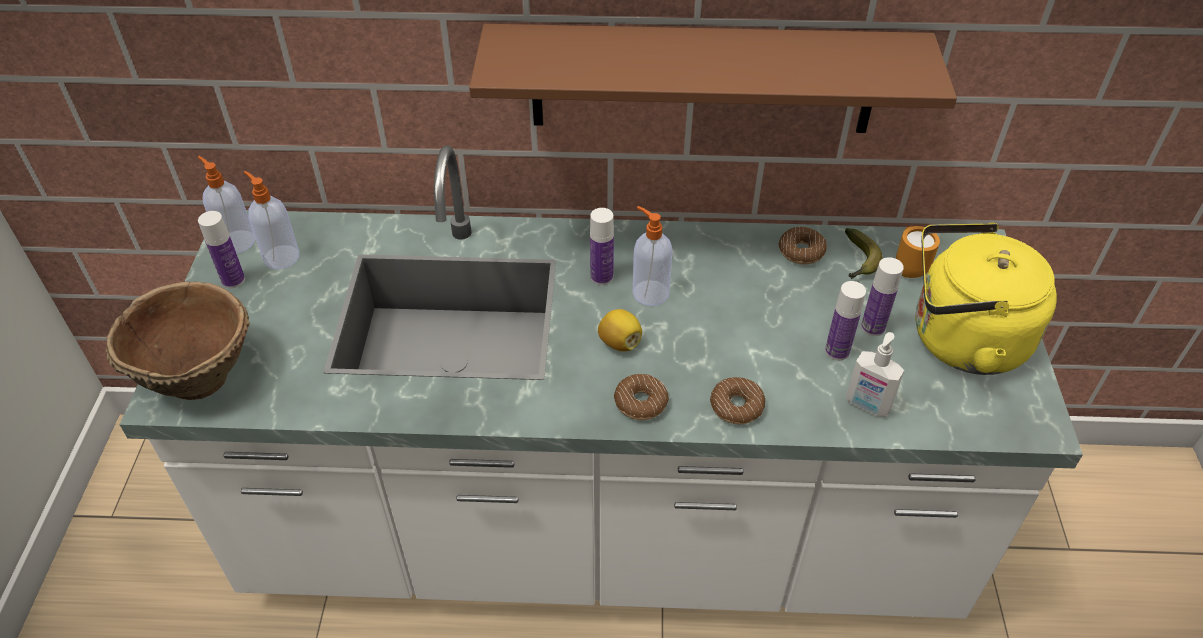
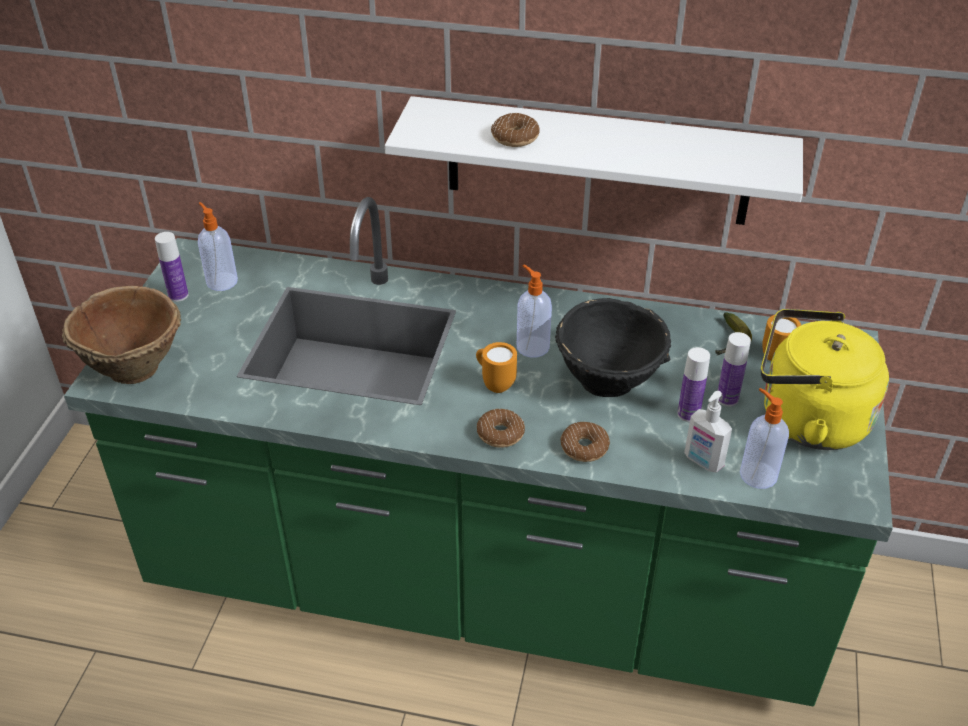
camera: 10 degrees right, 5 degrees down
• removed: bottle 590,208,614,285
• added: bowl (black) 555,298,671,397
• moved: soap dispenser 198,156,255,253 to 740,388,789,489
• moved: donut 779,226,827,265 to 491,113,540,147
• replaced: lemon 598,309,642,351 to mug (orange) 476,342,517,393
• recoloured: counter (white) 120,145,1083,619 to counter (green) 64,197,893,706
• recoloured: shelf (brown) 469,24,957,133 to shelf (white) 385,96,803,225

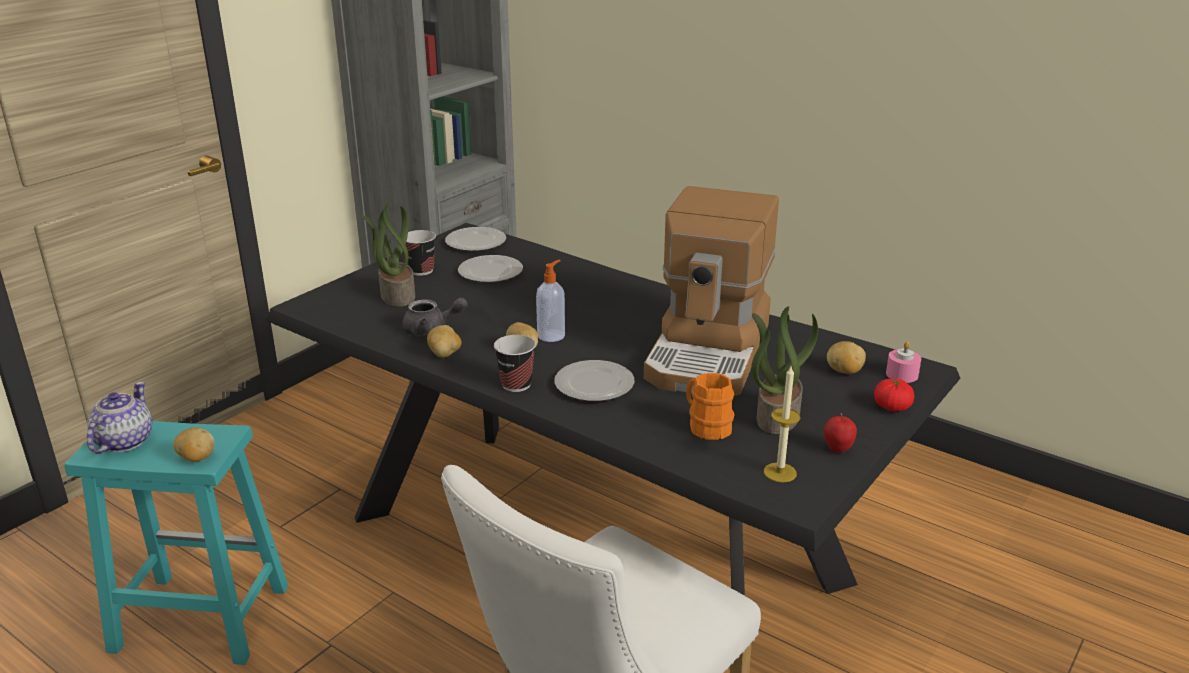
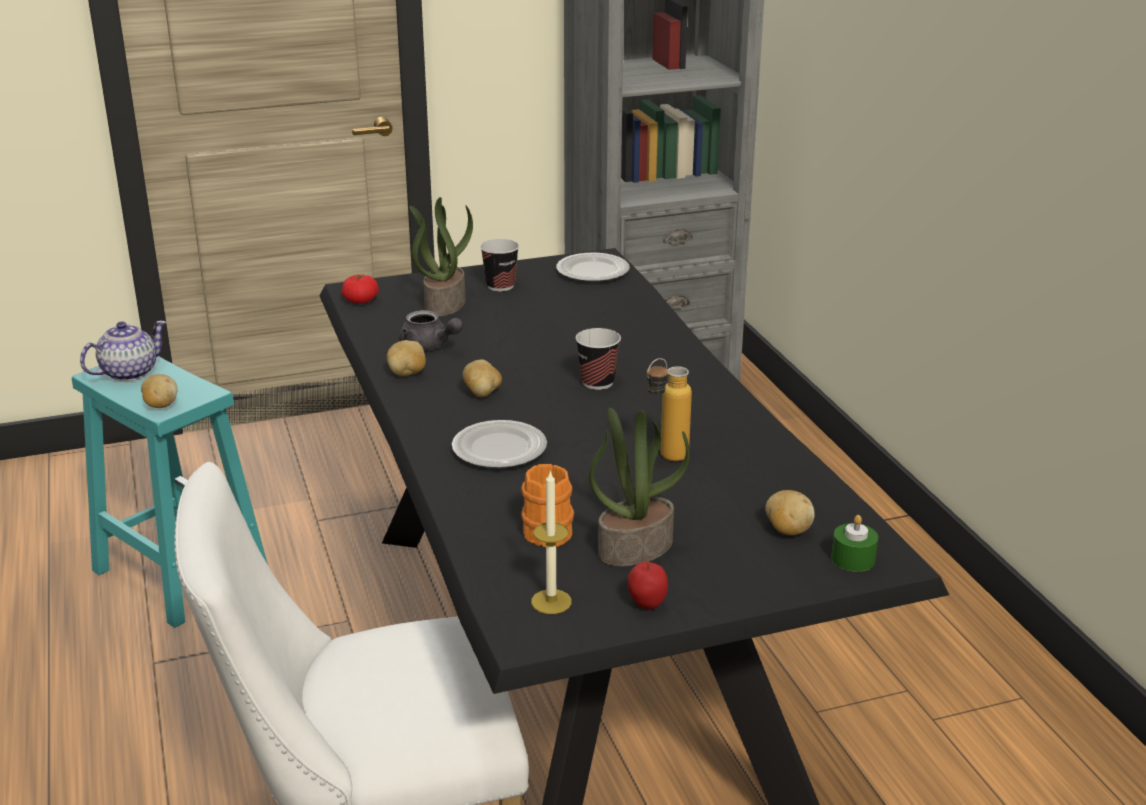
camera: 35 degrees right, 0 degrees up
• removed: plate 458,255,523,282
• removed: soap dispenser 536,260,565,342
• moved: cup 494,335,536,392 to 575,328,621,390
• moved: tomato 874,379,914,411 to 342,274,379,304
• replaced: coffee machine 644,186,779,396 to bottle 646,358,692,461
• recoloured: candle (pink) 886,341,921,383 to candle (green) 831,515,878,572

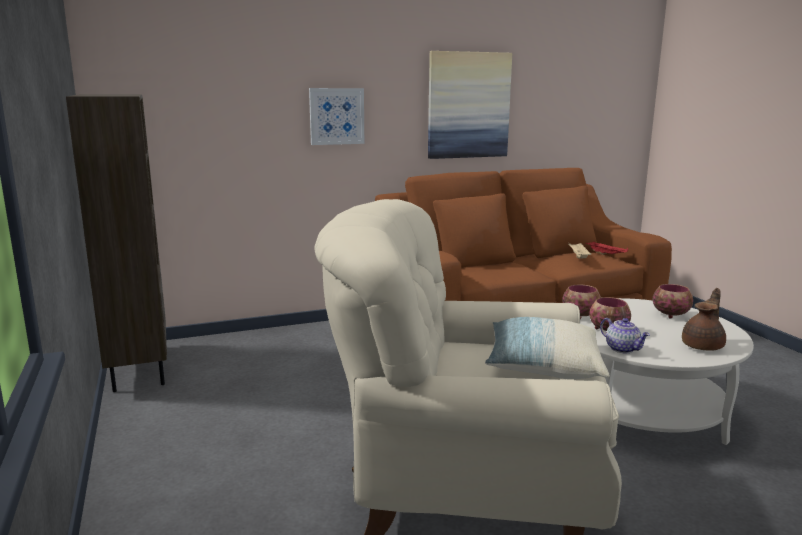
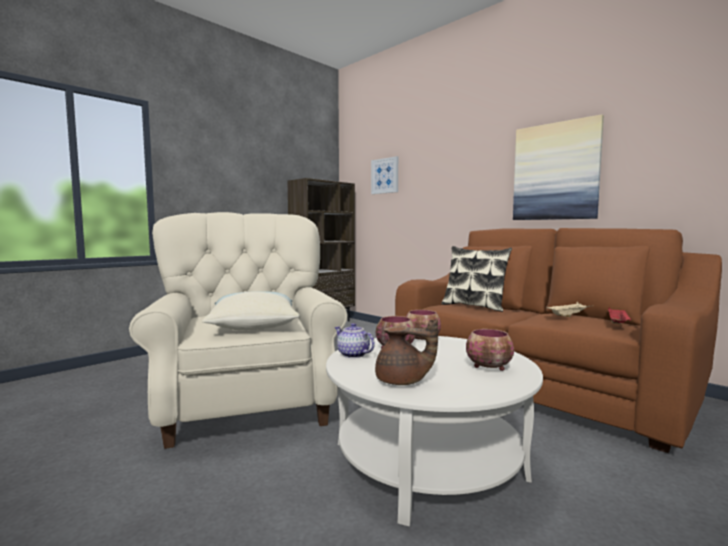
camera: 65 degrees right, 10 degrees down
• added: pillow 441,246,512,312
• moved: picture 309,88,364,145 to 371,156,398,194
• turned: teapot 600,318,650,353 = 335,323,375,358 105 degrees clockwise

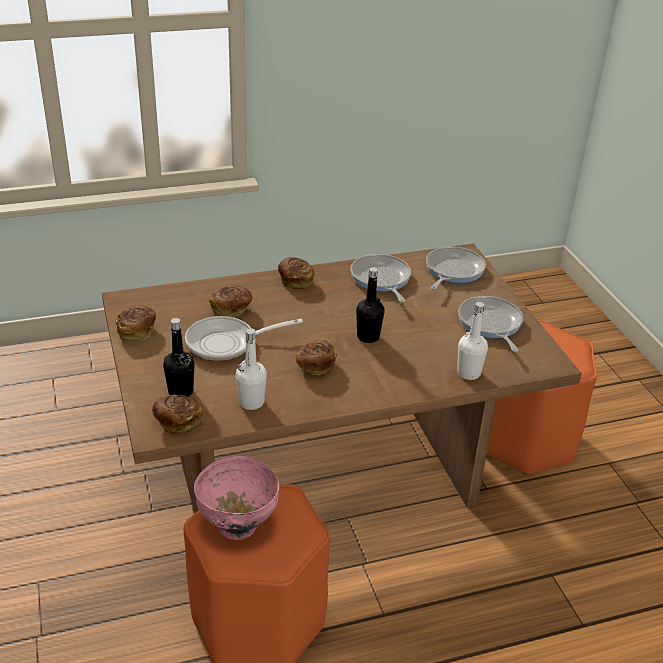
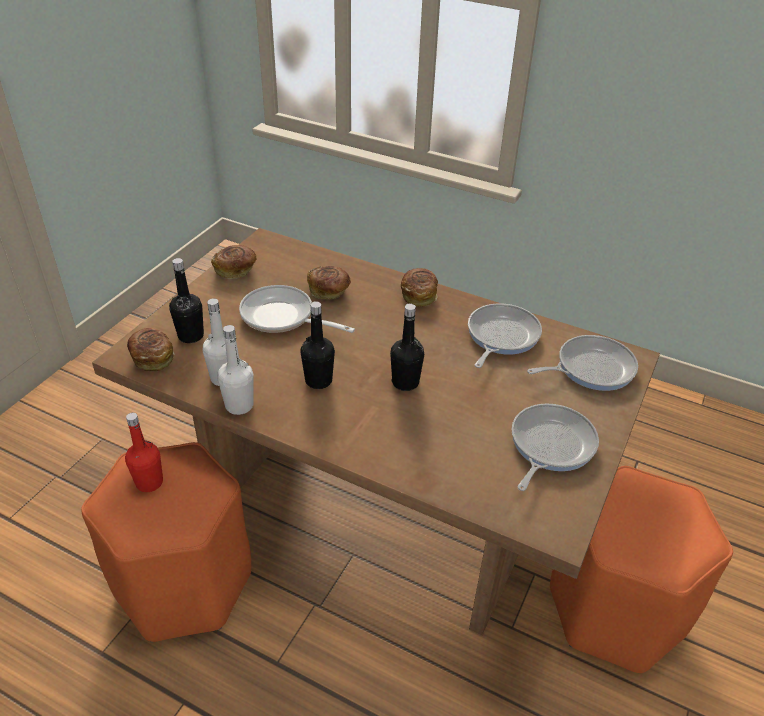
camera: 45 degrees right, 5 degrees up
• moved: bottle (white) 457,302,488,380 to 217,325,254,415
• replaced: bowl (pink) 194,456,280,540 to bottle (red) 125,413,163,492
• replaced: bread 296,340,337,376 to bottle (black) 301,301,335,389

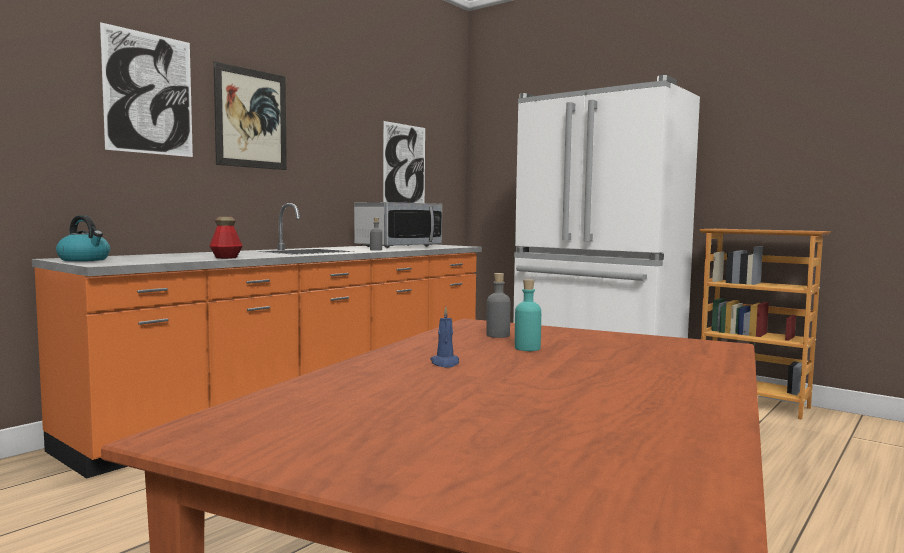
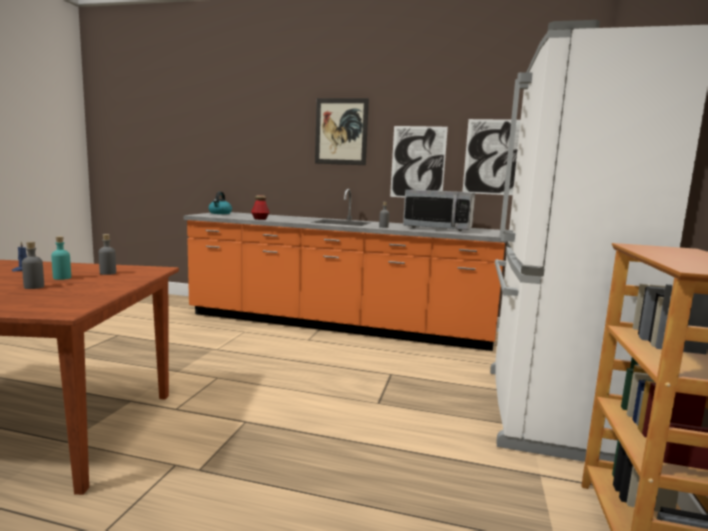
camera: 65 degrees right, 5 degrees up
• added: bottle (grey) 22,242,44,289
• moved: picture 100,22,193,157 to 390,126,448,198

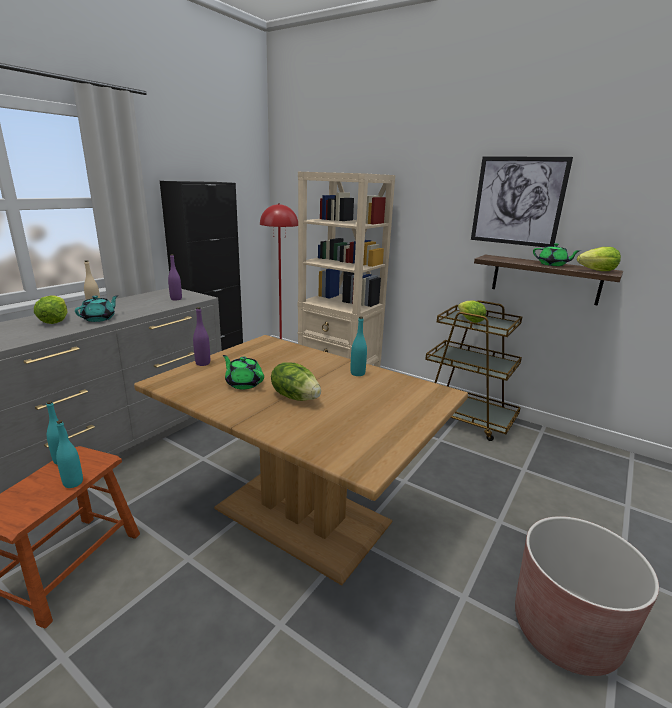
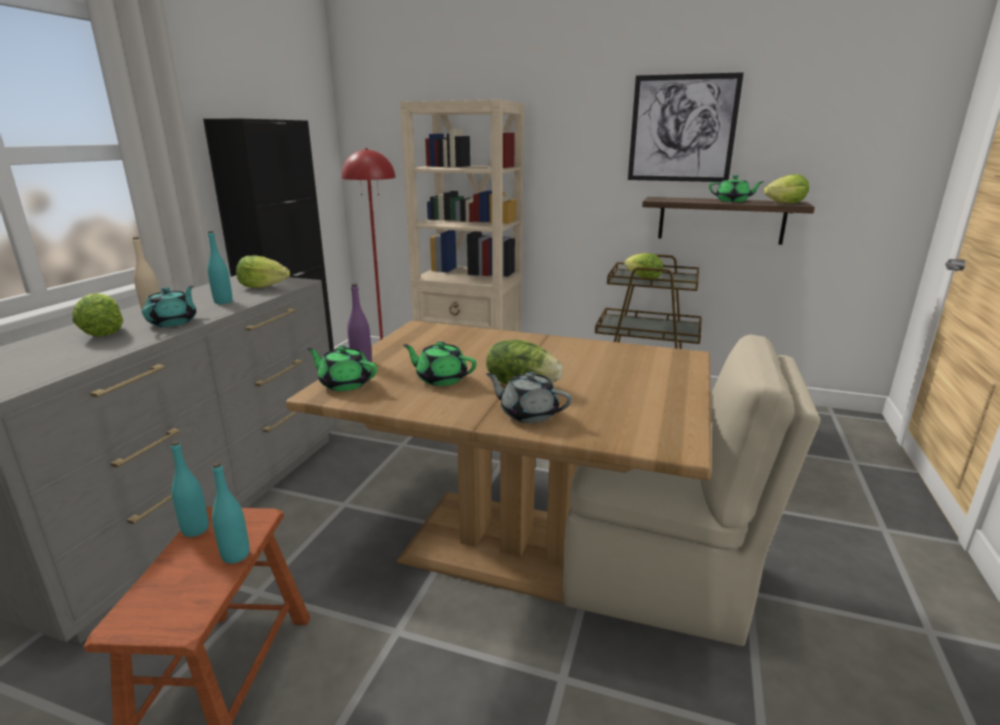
camera: 15 degrees left, 0 degrees up
• removed: planter (brown) 515,516,659,676
• added: teapot (green) 307,346,377,391
• added: teapot (grey) 486,372,572,423
• added: chair (beige) 563,335,821,646
• moved: bottle (turquoise) 351,316,367,376 to 208,231,233,304
• replaced: bottle (purple) 168,254,182,300 to lettuce 236,255,290,288

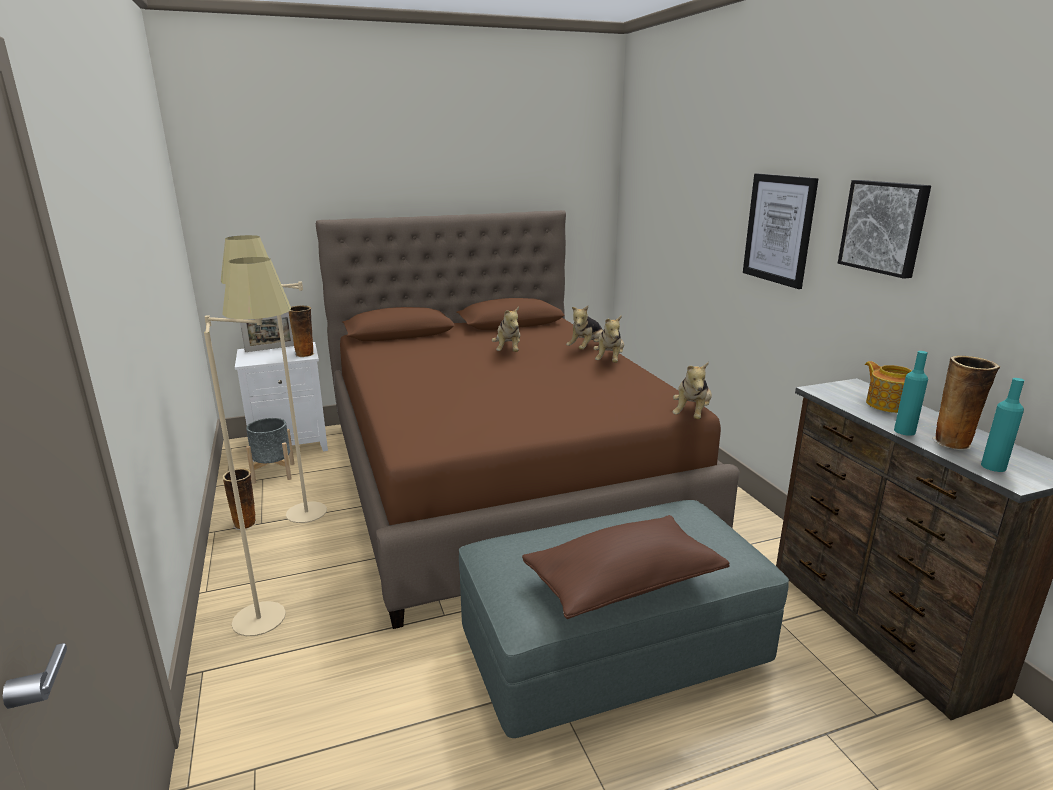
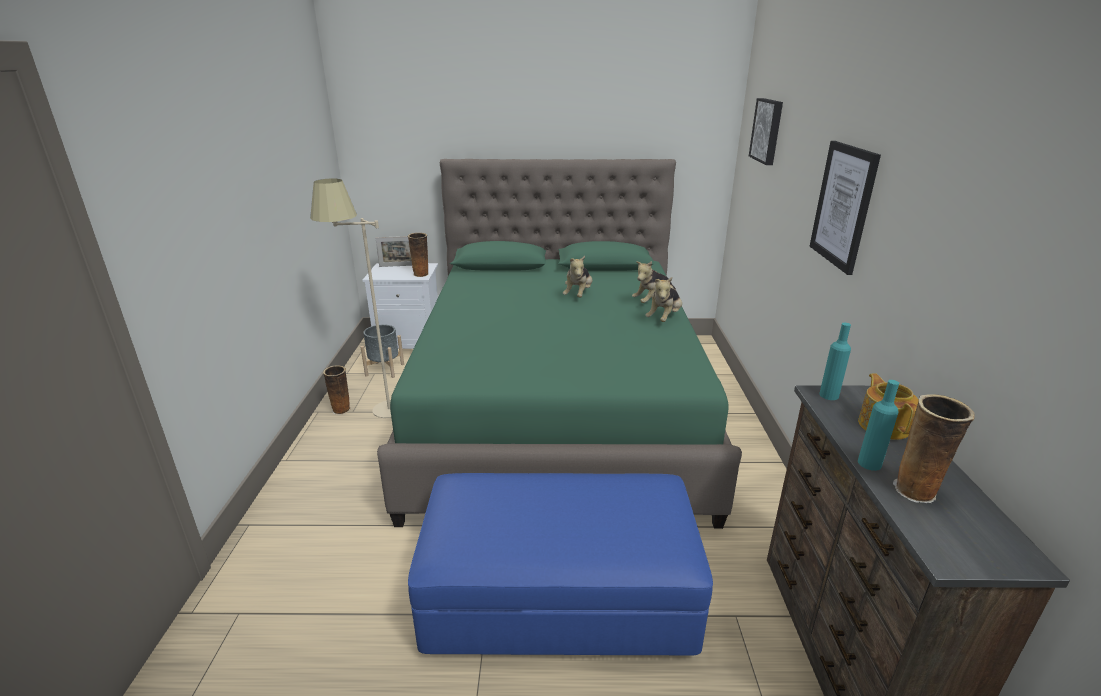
camera: 20 degrees right, 5 degrees up
• removed: floor lamp (beige) 204,257,291,636
• removed: pillow (brown) 522,515,730,619
• removed: plush toy 673,362,712,419
• moved: picture 838,180,931,279 to 749,98,783,165
• moved: bottle (turquoise) 981,378,1024,472 to 819,323,851,400
• recoloured: bed (brown) 316,210,740,629 to bed (green) 377,159,742,529
• recoloured: ottoman (grey) 459,500,789,738 to ottoman (blue) 408,473,713,656

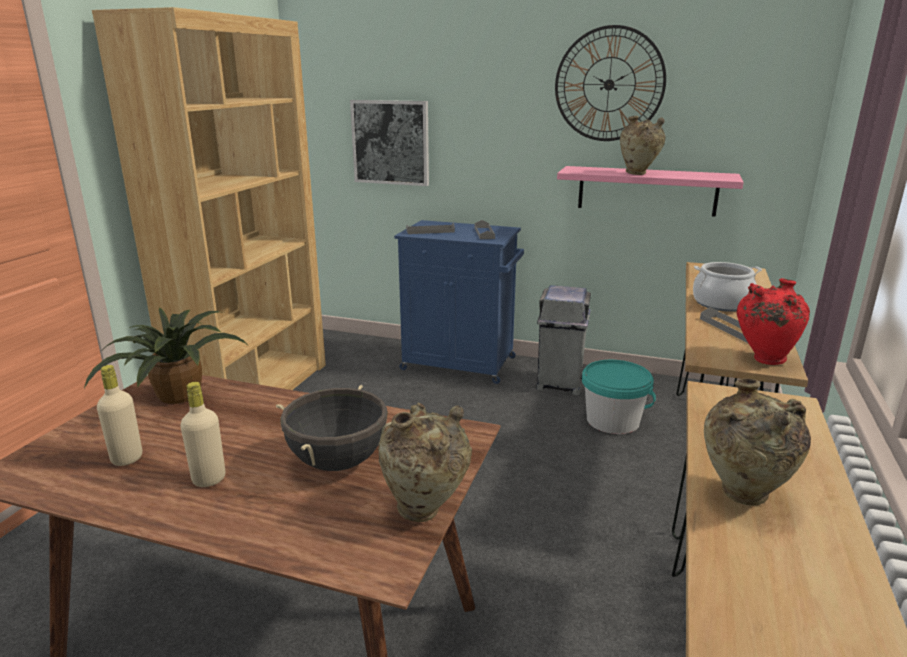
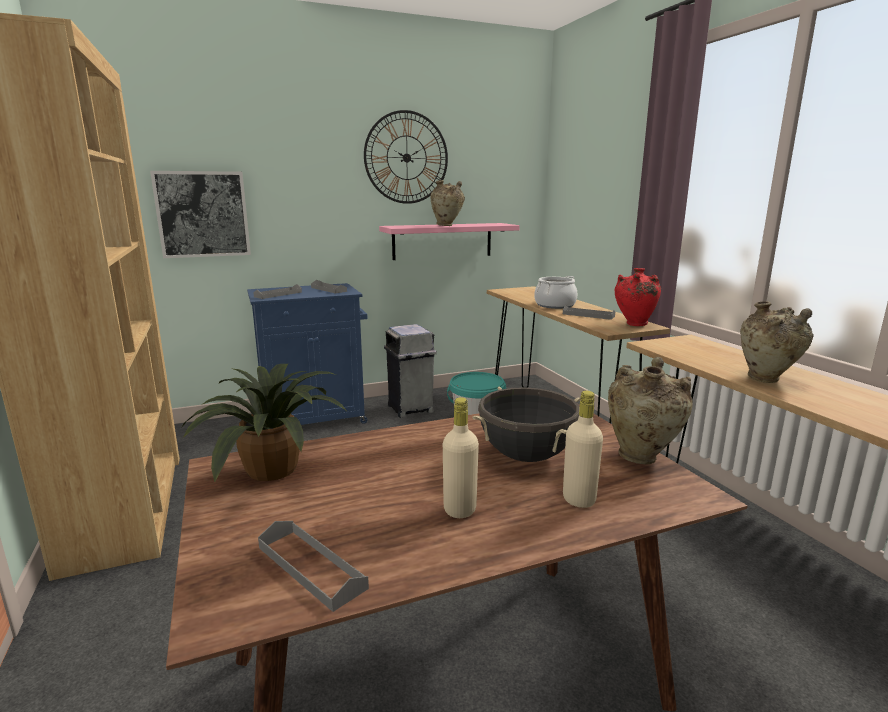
camera: 40 degrees left, 5 degrees down
• added: tray (grey) 258,521,369,612
• moved: bottle (beige) 97,365,142,466 to 563,391,603,508

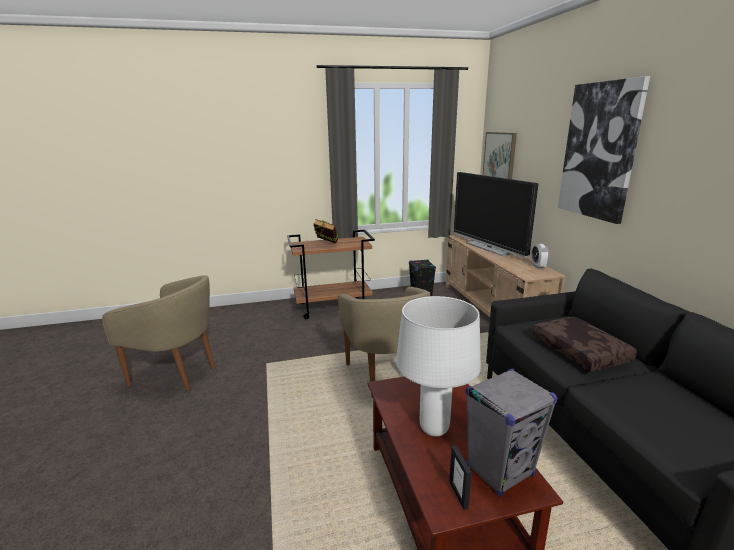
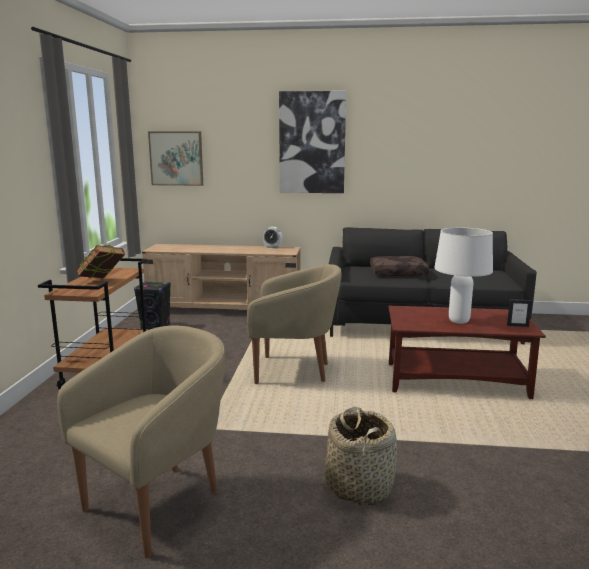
camera: 70 degrees left, 5 degrees down
• removed: television 454,172,538,258
• removed: speaker (grey) 466,368,558,497
• added: basket 325,407,397,506

